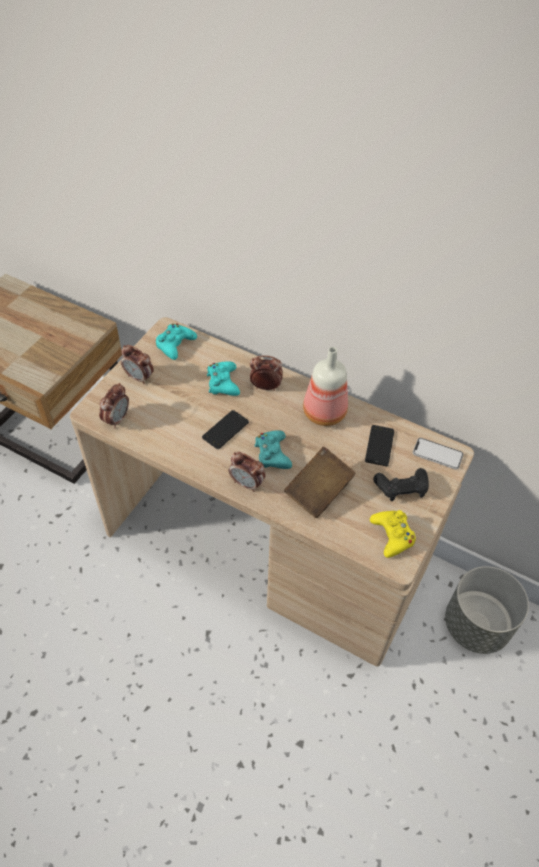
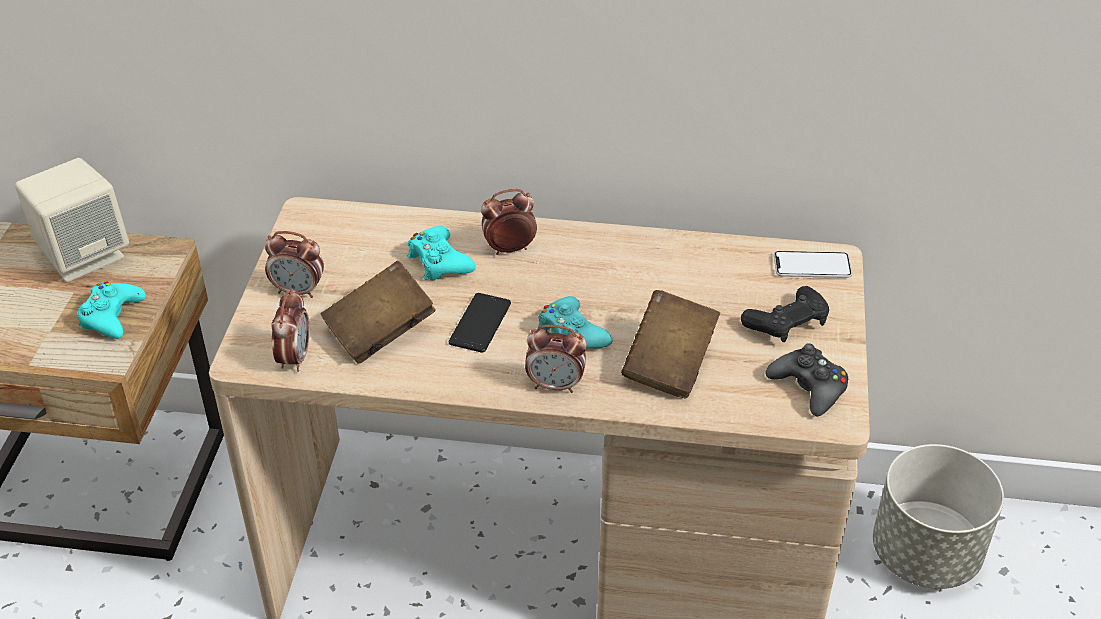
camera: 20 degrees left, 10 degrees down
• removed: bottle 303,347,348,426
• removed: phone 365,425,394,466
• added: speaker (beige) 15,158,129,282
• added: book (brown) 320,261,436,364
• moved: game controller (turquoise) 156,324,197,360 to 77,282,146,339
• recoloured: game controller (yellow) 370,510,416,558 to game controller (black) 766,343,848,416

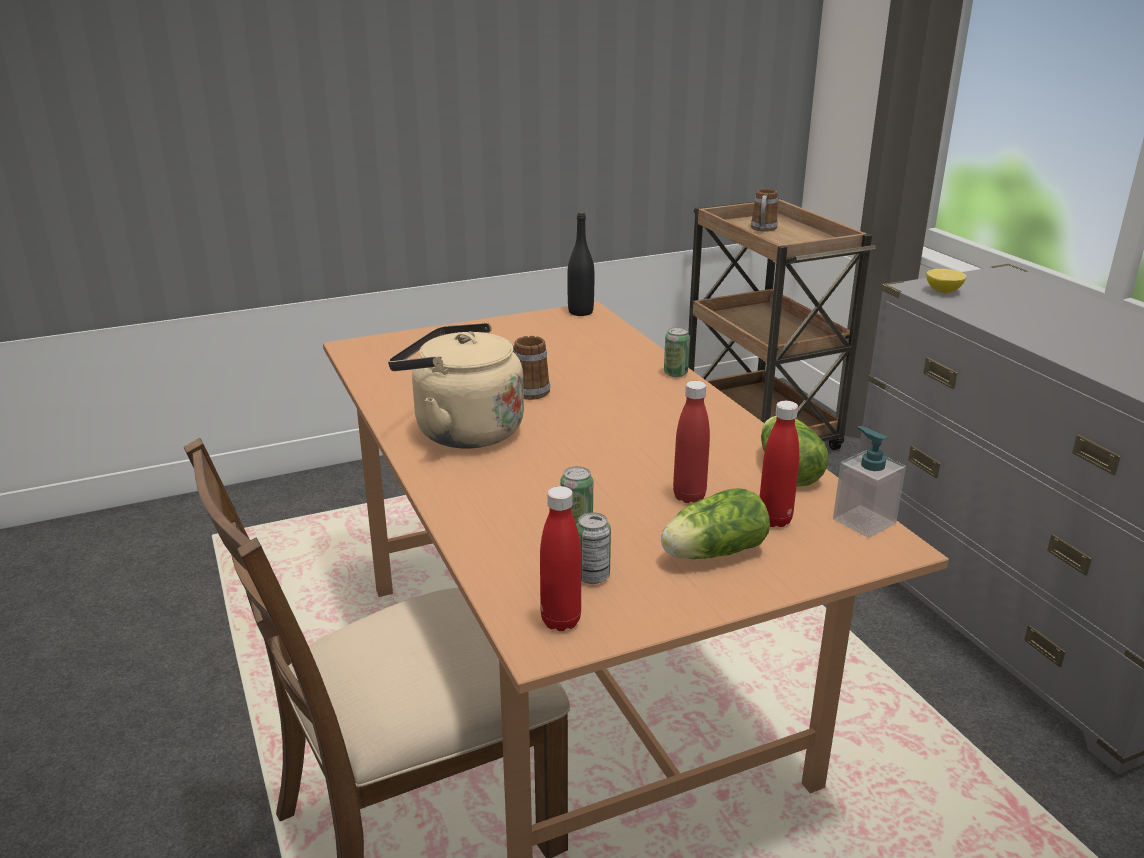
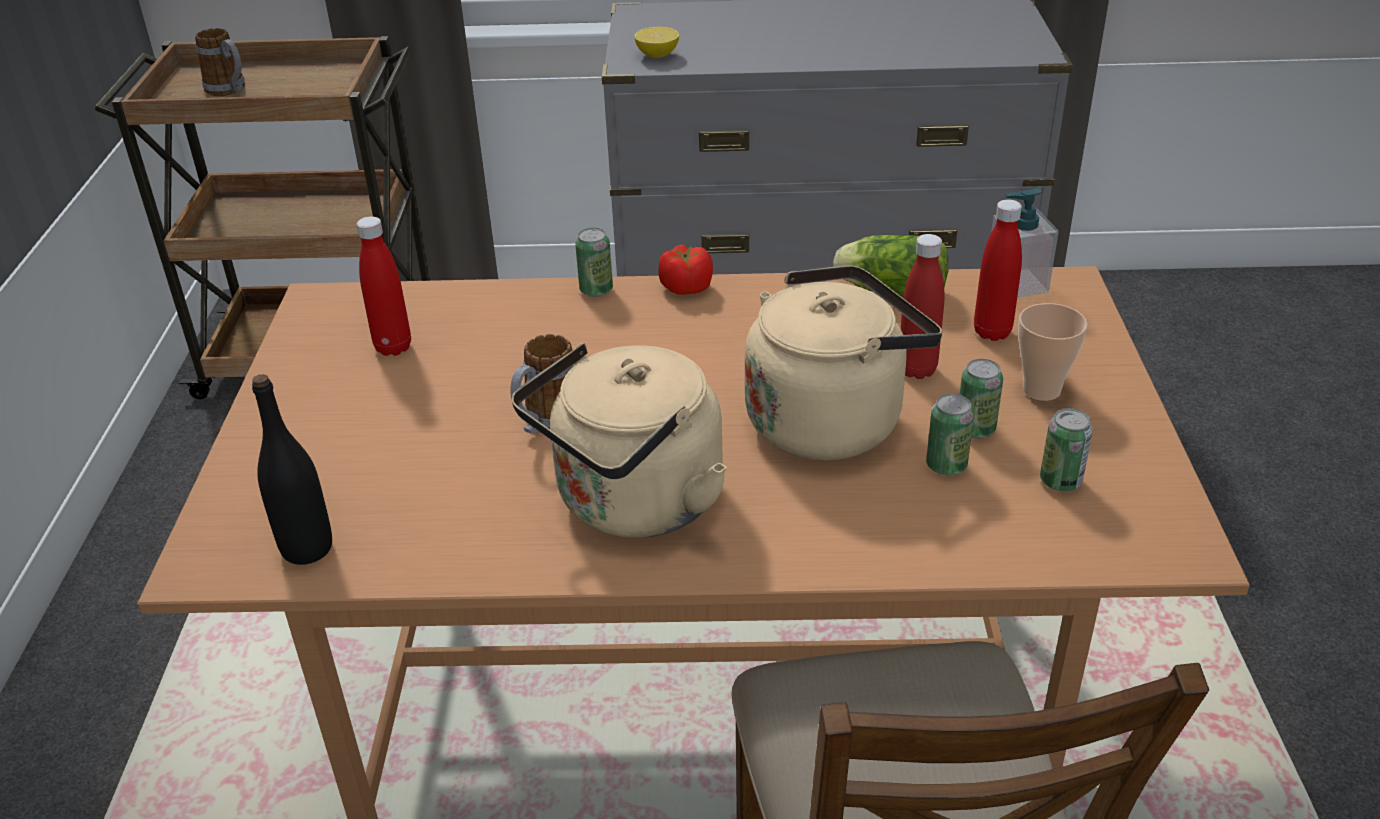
camera: 65 degrees left, 10 degrees up
• added: tomato 659,244,713,295
• added: kettle (beige) 745,265,942,460
• added: can 960,359,1003,438
• moved: bottle (red) 540,486,581,631 to 357,216,411,356
• moved: bottle (black) 567,212,594,316 to 252,374,332,565
• replaced: lettuce 661,488,770,559 to cup 1018,303,1087,401

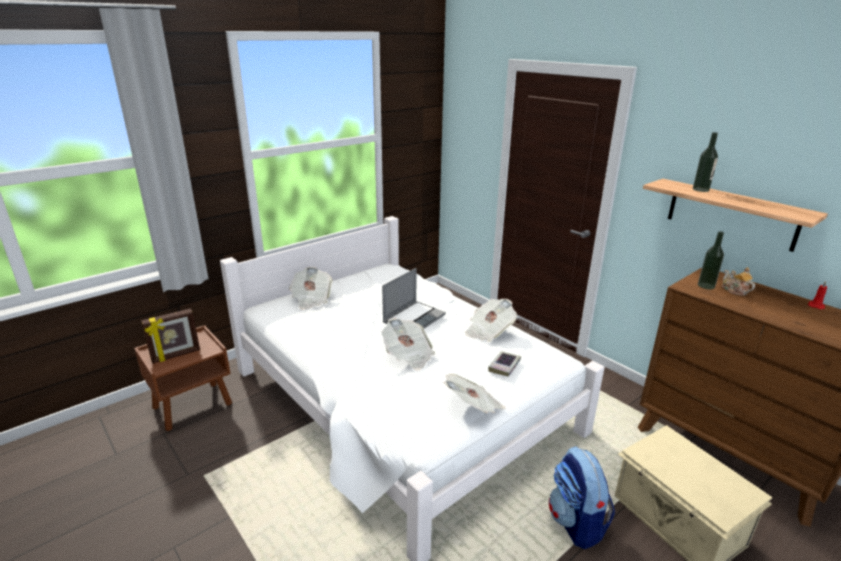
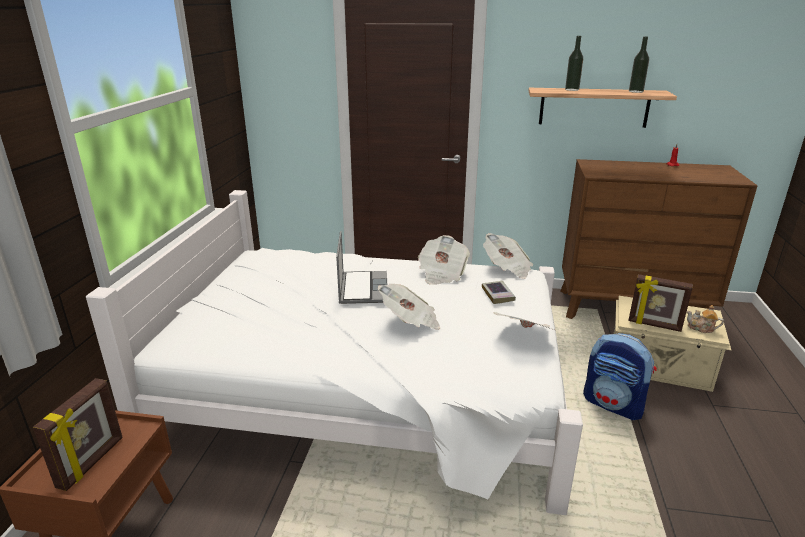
camera: 40 degrees left, 0 degrees up
• added: picture frame 628,274,693,332
• moved: newspaper 289,267,333,310 to 483,233,533,279
• moved: bottle 698,231,724,290 to 629,37,649,93
• moved: teapot 722,267,755,296 to 687,305,724,333

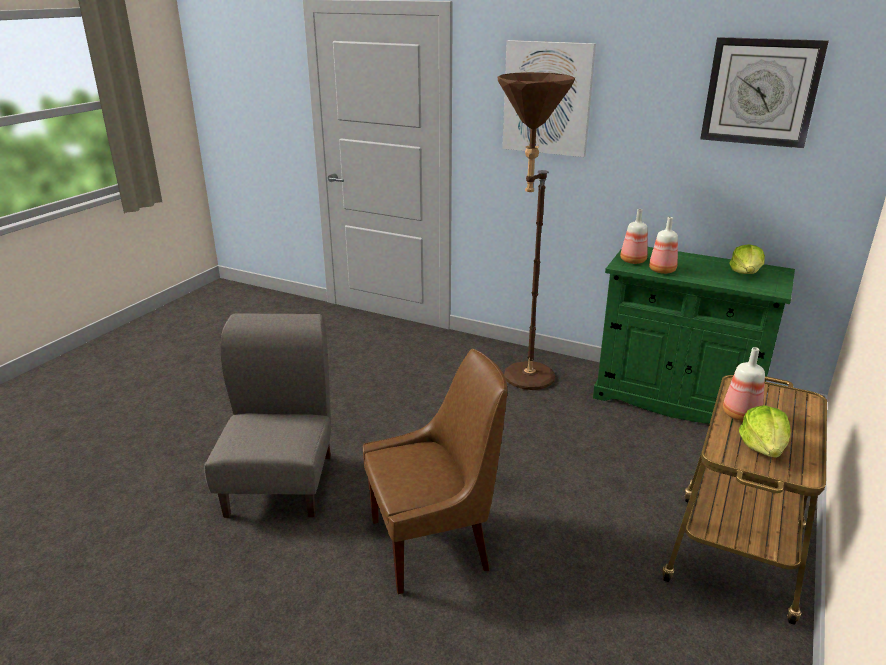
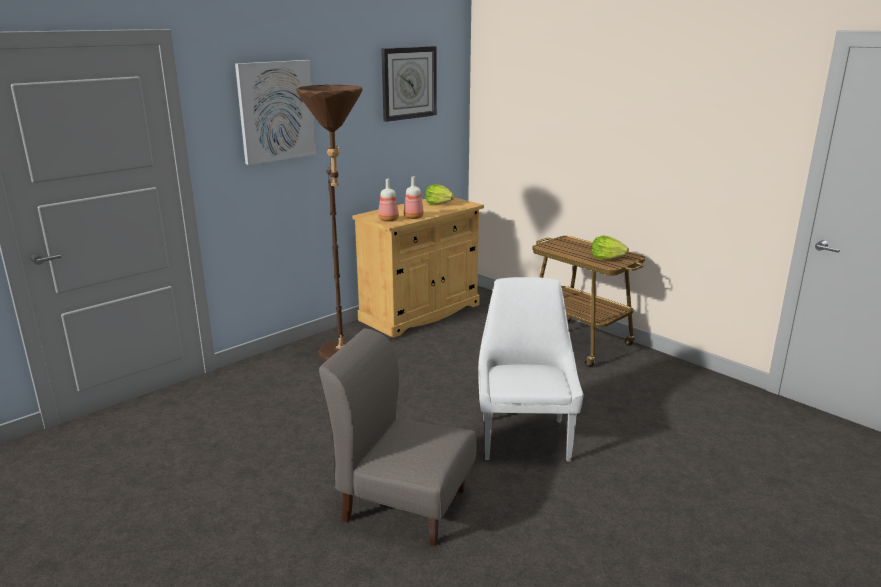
camera: 70 degrees left, 5 degrees down
• removed: bottle 723,347,765,421
• recoloured: chair (brown) 363,349,507,594 to chair (white) 478,277,583,461
• recoloured: cabinet (green) 593,247,795,427 to cabinet (beige) 352,198,484,338

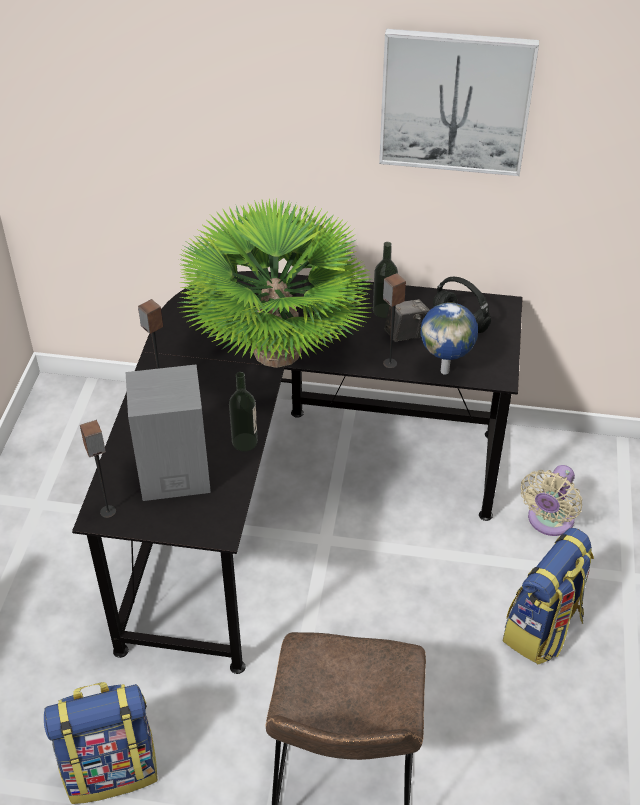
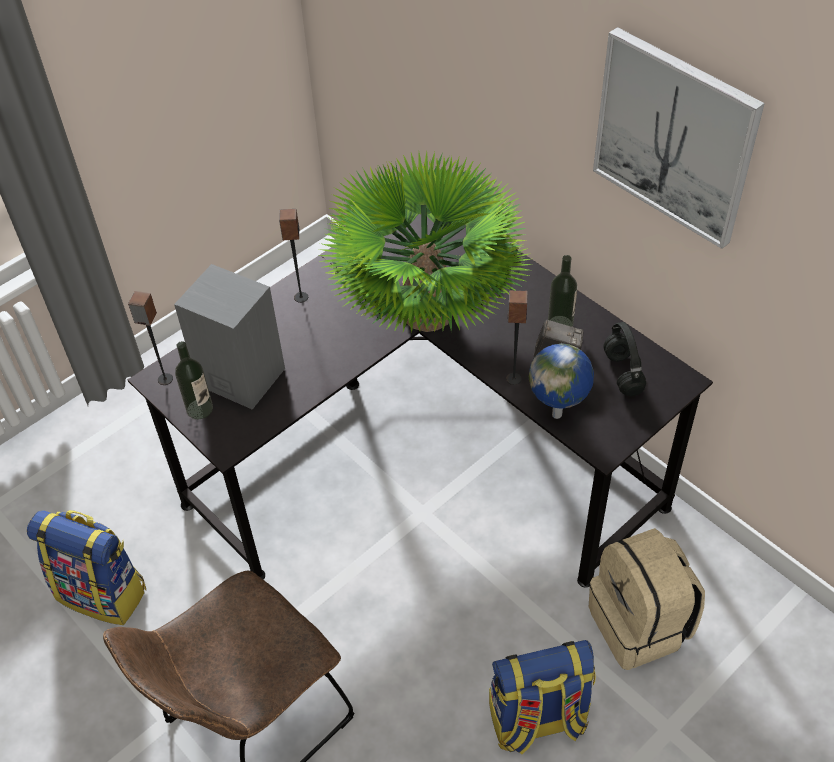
camera: 40 degrees right, 5 degrees up
• moved: bottle 229,372,258,451 to 175,341,213,419
• replaced: fan (beige) 521,465,582,536 to backpack (beige) 589,528,705,670

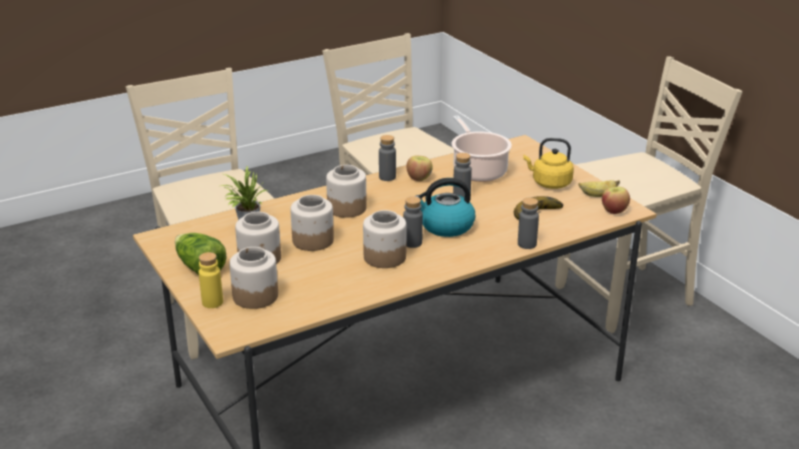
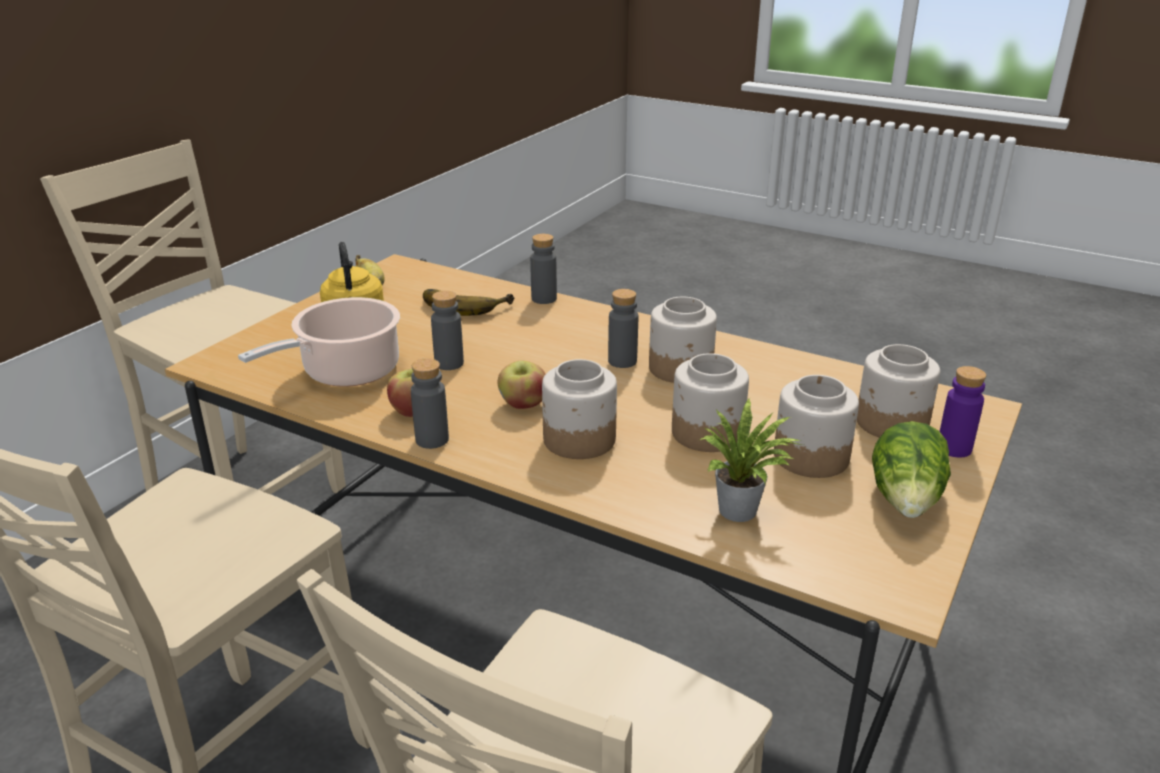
camera: 120 degrees left, 0 degrees up
• removed: kettle 415,178,476,237
• moved: apple 602,187,630,214 to 498,361,545,409
• recoloured: bottle (yellow) 199,252,223,308 to bottle (purple) 940,366,986,458

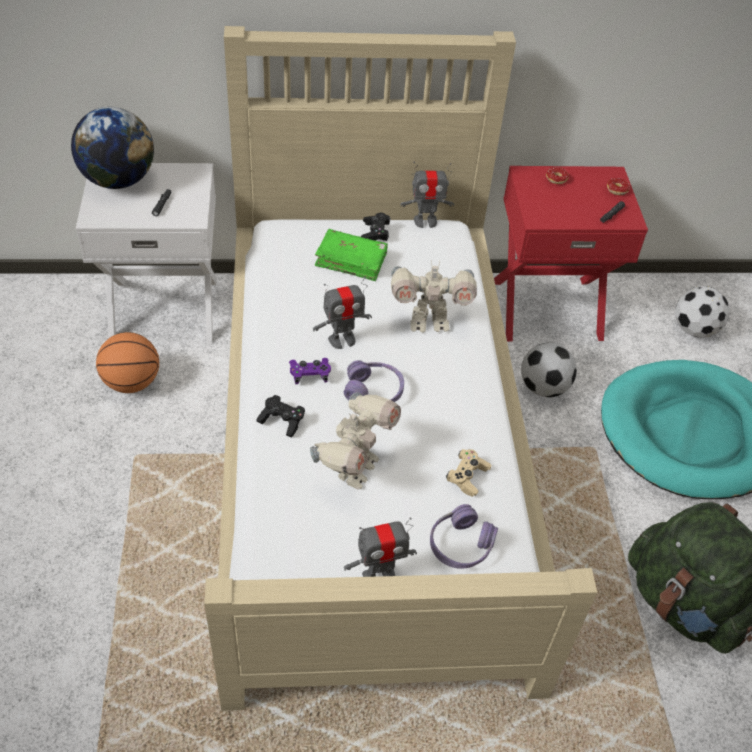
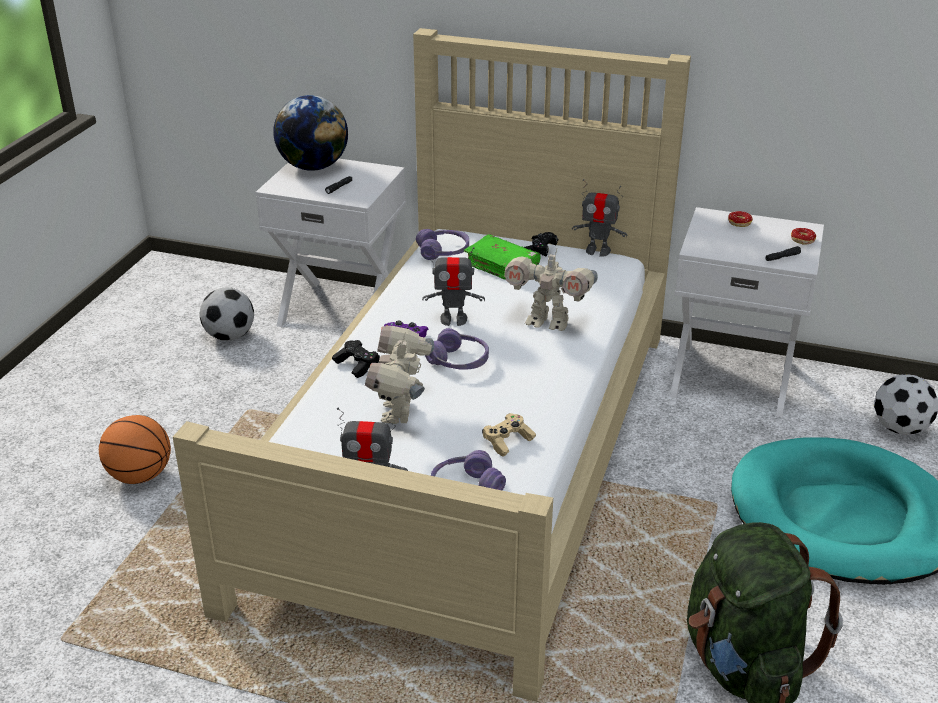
camera: 25 degrees right, 15 degrees down
• added: headphones (purple) 416,229,469,260
• moved: basketball 96,332,159,393 to 99,415,171,484
• moved: football 521,343,577,397 to 200,287,254,341
• recoloured: nightstand (red) 494,166,648,342 to nightstand (white) 670,207,824,417
• turned: toy robot 310,392,401,489 = 365,326,434,424 135 degrees clockwise

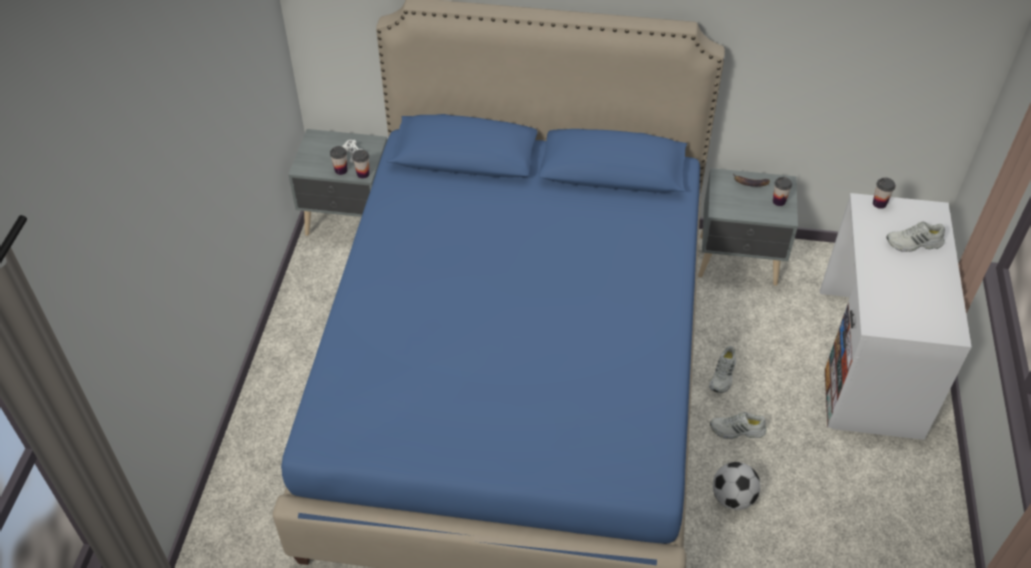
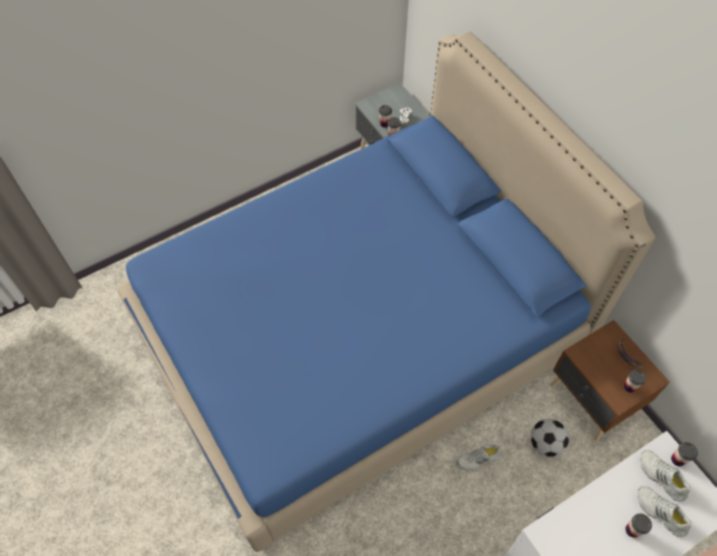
camera: 50 degrees right, 10 degrees up
• added: cup 625,514,652,538
• moved: shoe (white) 710,412,767,439 to 640,450,690,501
• moved: football 713,462,760,510 to 531,419,569,457
• recoloured: nightstand (grey) 698,168,798,286 to nightstand (brown) 550,320,670,441

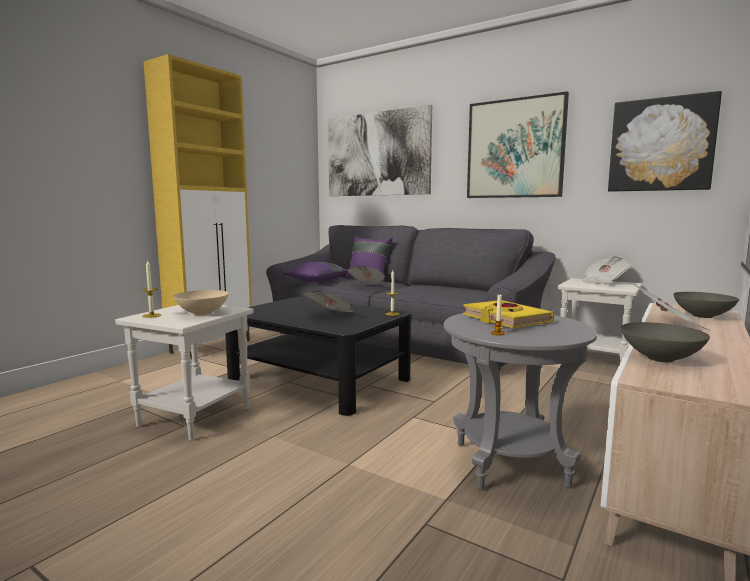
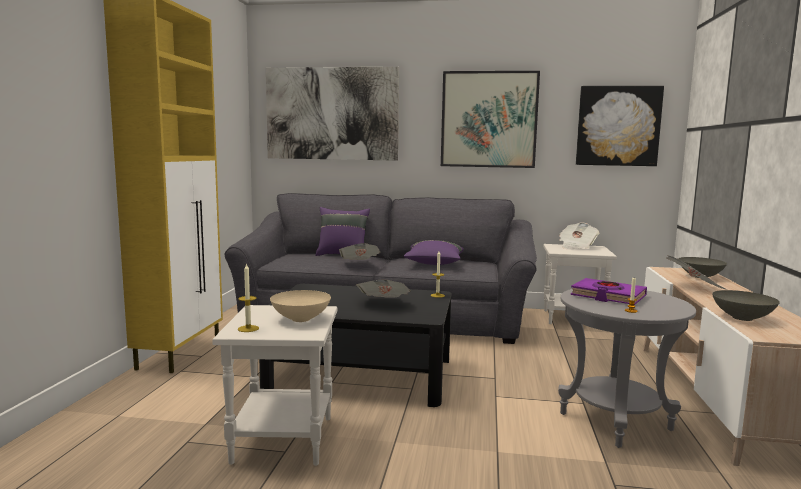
camera: 25 degrees left, 0 degrees up
• moved: pillow (purple) 281,261,347,282 to 404,240,464,265
• recoloured: book (yellow) 463,300,554,328 to book (purple) 571,278,647,305

